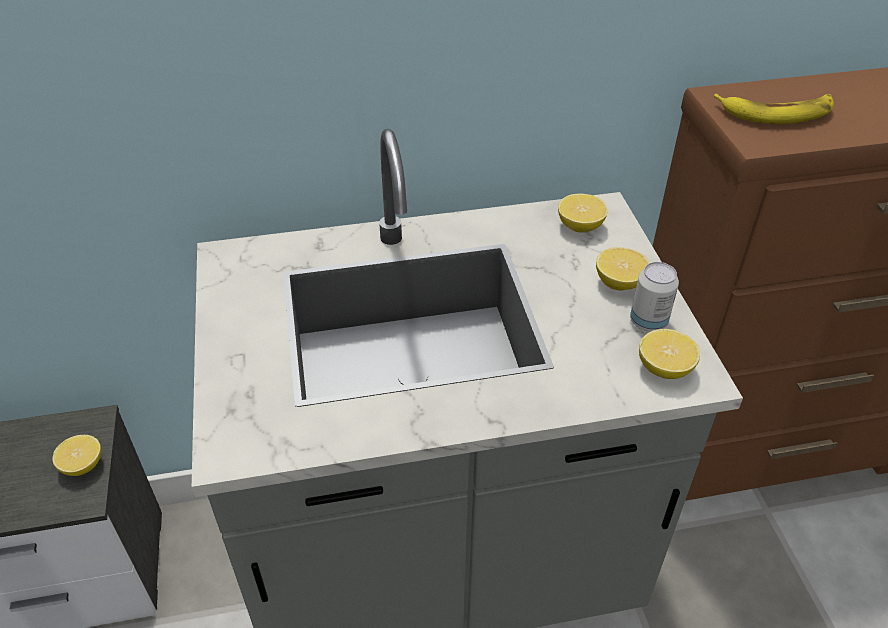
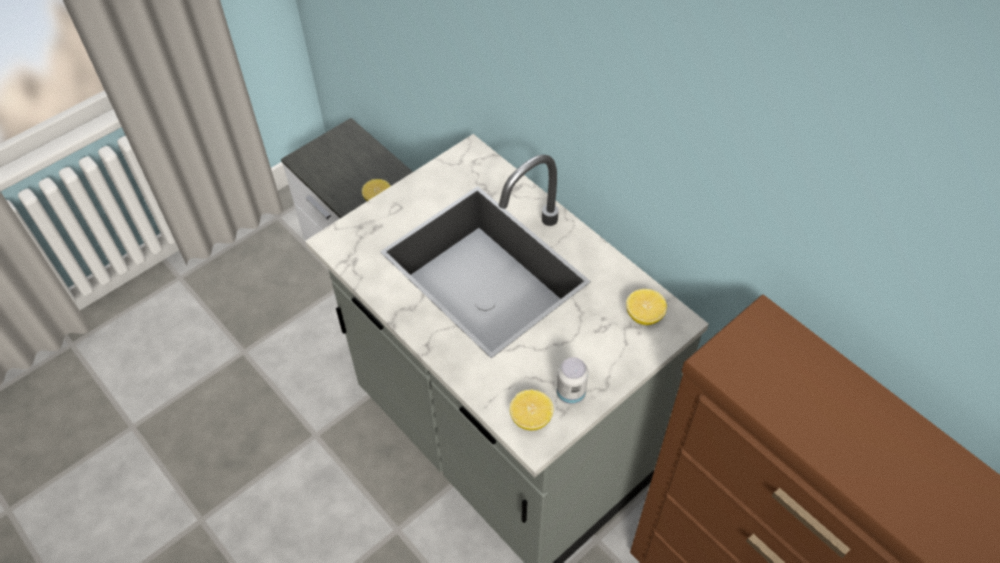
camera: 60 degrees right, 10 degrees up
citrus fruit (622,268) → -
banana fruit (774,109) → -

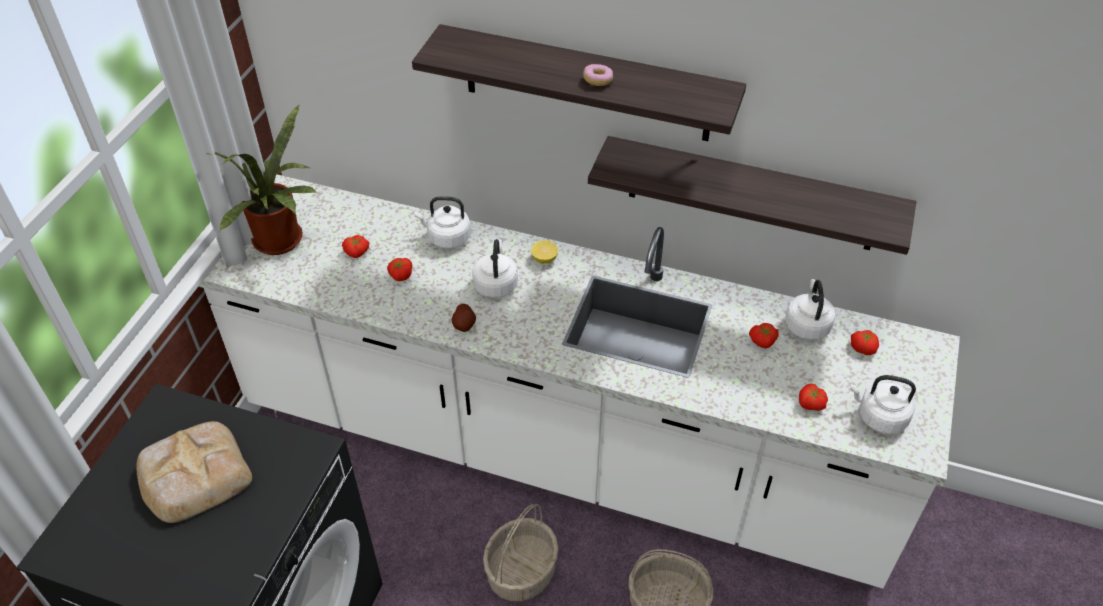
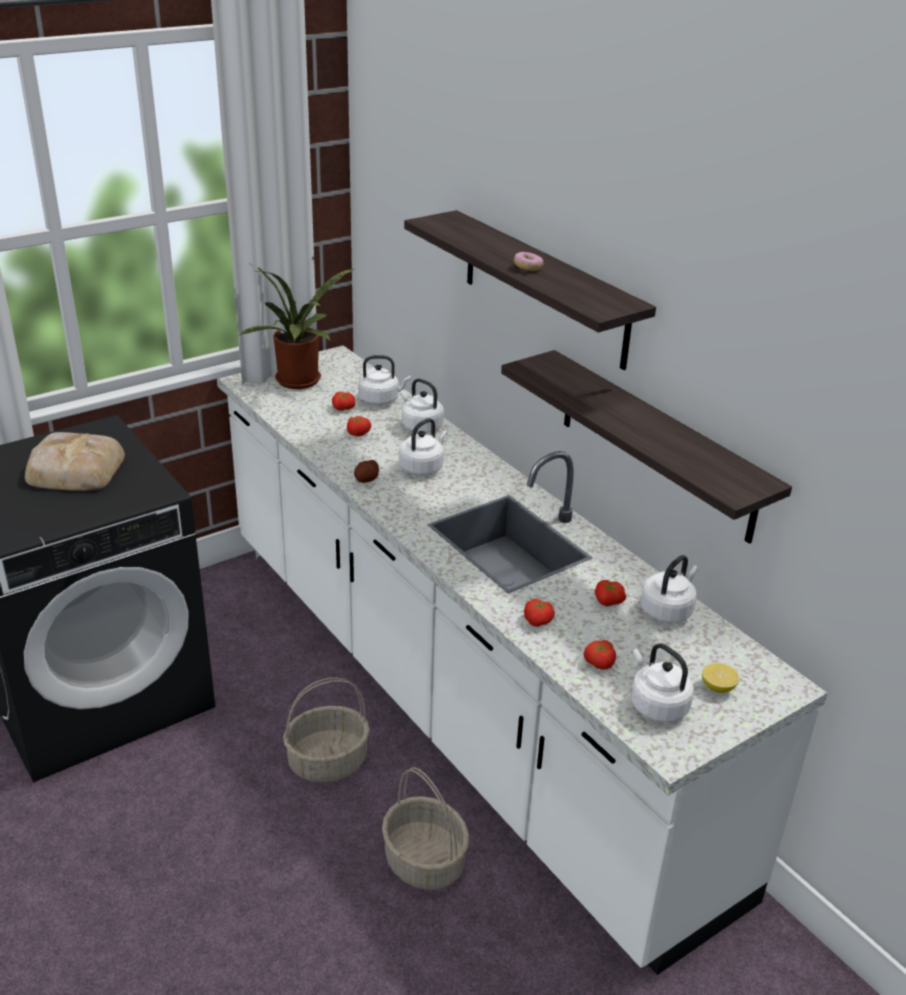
camera: 35 degrees right, 15 degrees down
citrus fruit (544,251) → citrus fruit (720,678), relocated
tomato (865,342) → tomato (539,613), relocated
- → water kettle (whitish) (384,380)

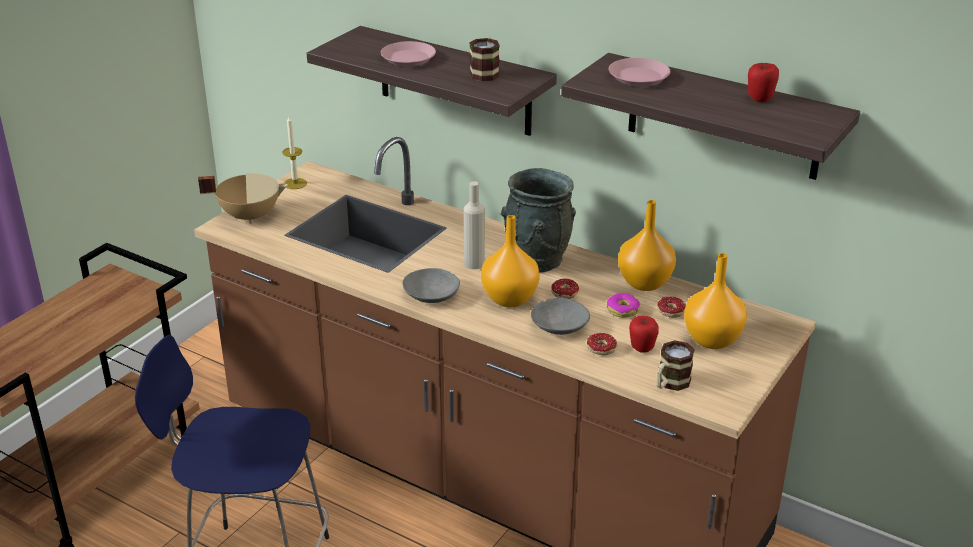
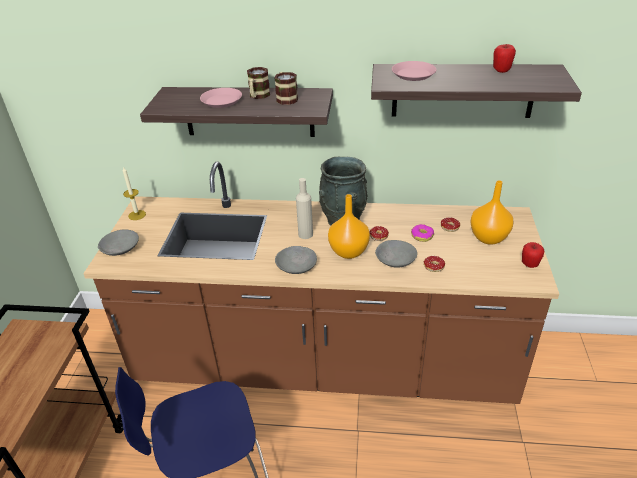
camera: 25 degrees left, 5 degrees up
cooking pot (beige) (243,198) → deep dish (gray) (118,243)
vase (orange-coloured) (647,245) → -
apple fruit (644,334) → apple fruit (533,255), relocated
coffee mug (675,365) → coffee mug (258,83), relocated

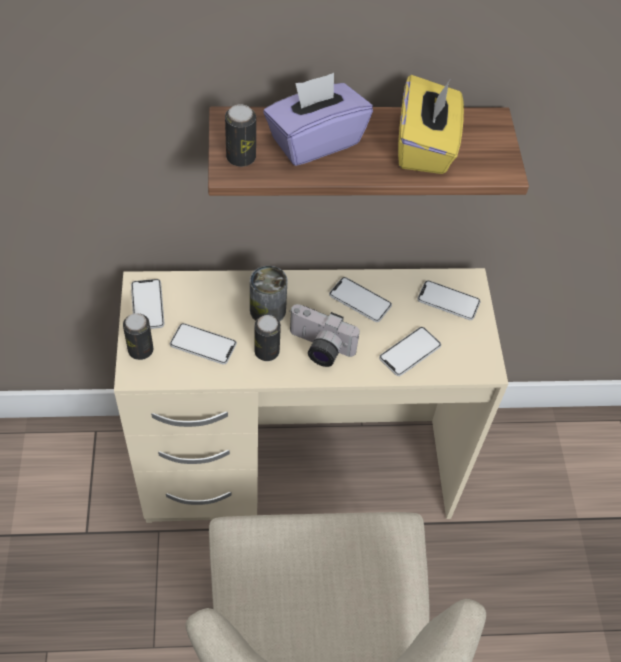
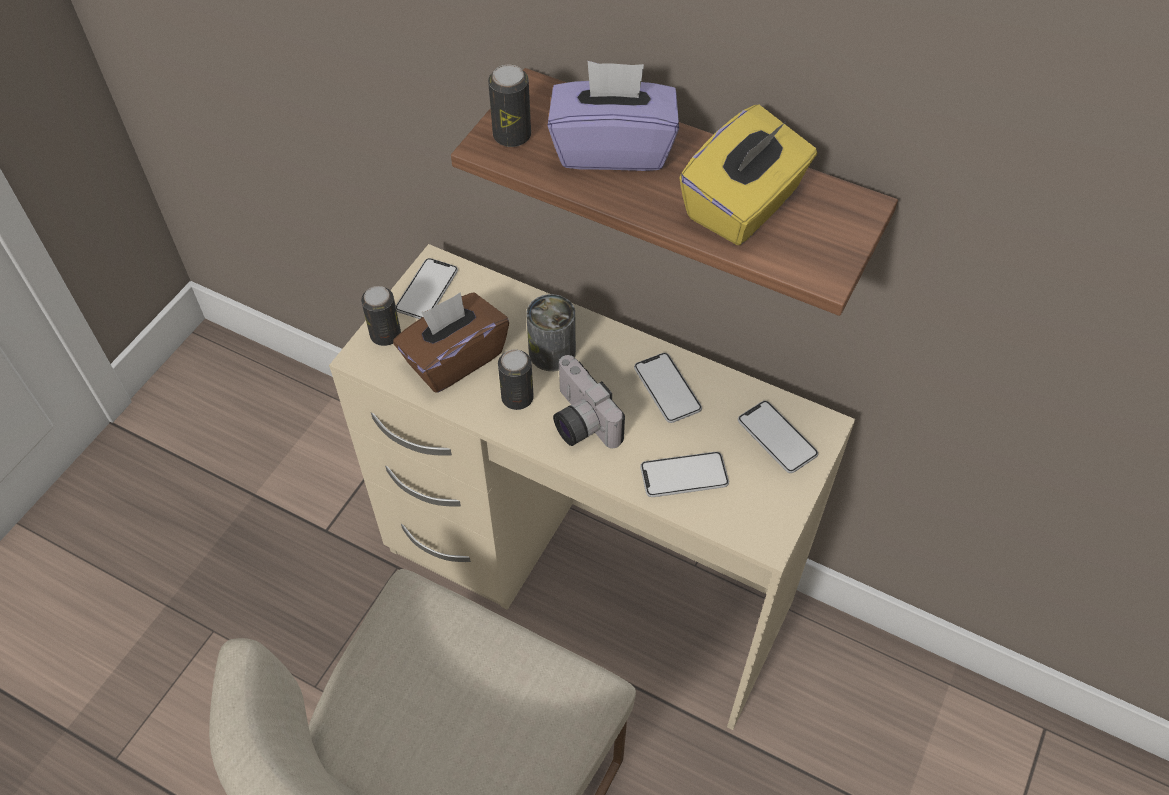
camera: 35 degrees right, 0 degrees up
phone (203,343) → tissue box (brown) (451,342)

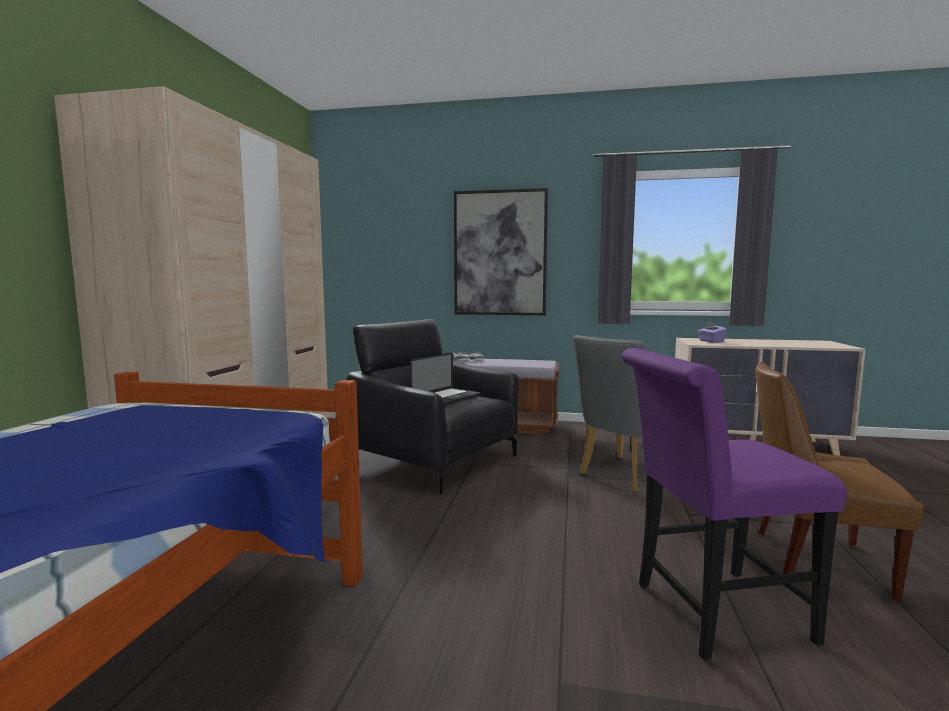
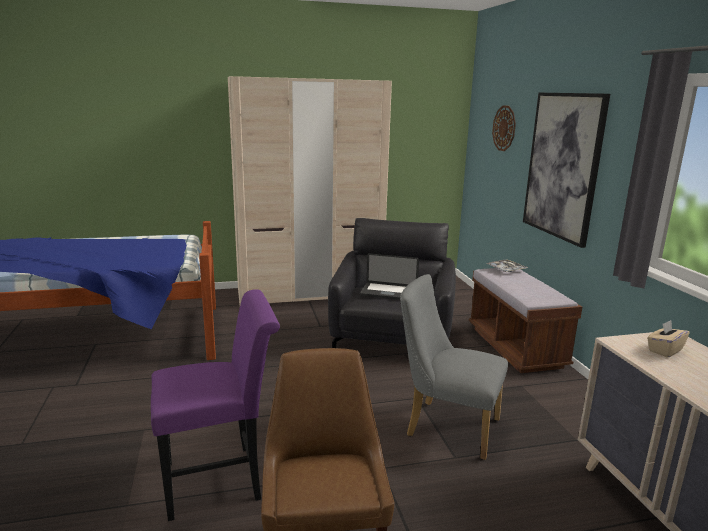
camera: 65 degrees right, 10 degrees up
chair (purple-coloured) (734,504) → chair (purple-coloured) (215,405), 105 degrees clockwise
tissue box (purple-coloured) (712,332) → tissue box (beige) (668,339)
- → clock on the wall (504,128)

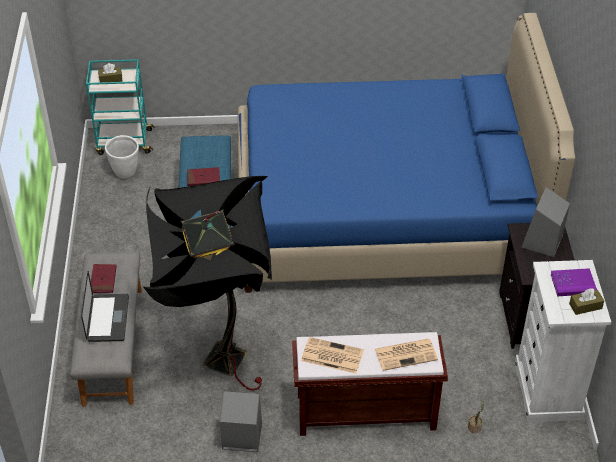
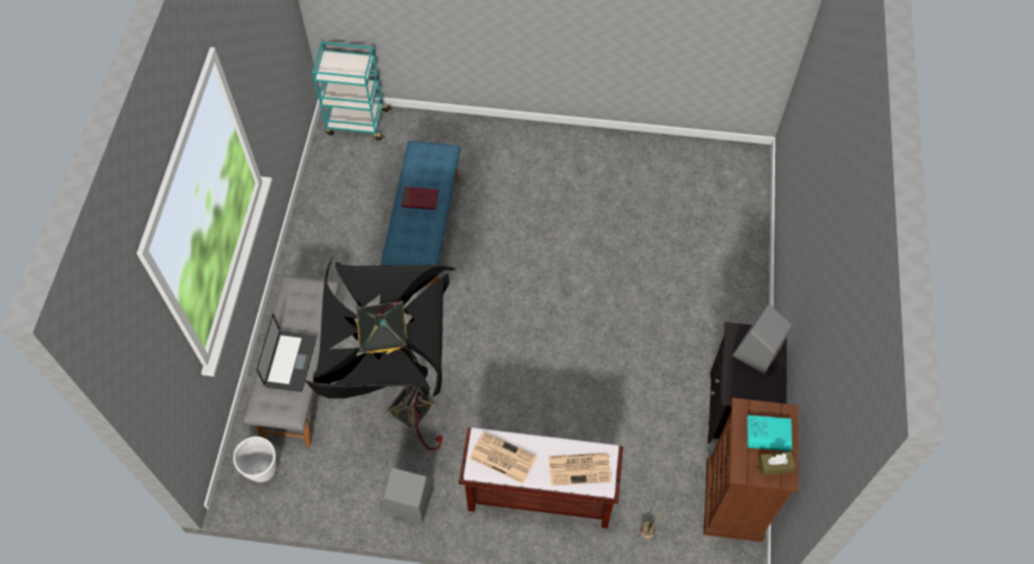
camera: 10 degrees right, 15 degrees up
bound book (red) (104,278) → -
tissue box (brown) (110,72) → -
flower pot (whitish) (122,157) → flower pot (whitish) (255,459), relocated
sleeping bed (bluish) (406,153) → -
chest of drawers (whitish) (562,341) → chest of drawers (brown) (750,470)
bound book (purple-coloured) (574,282) → bound book (turquoise) (769,433)

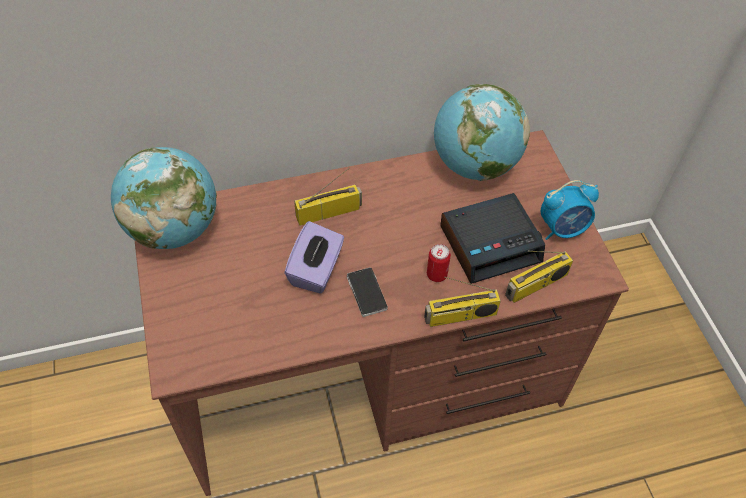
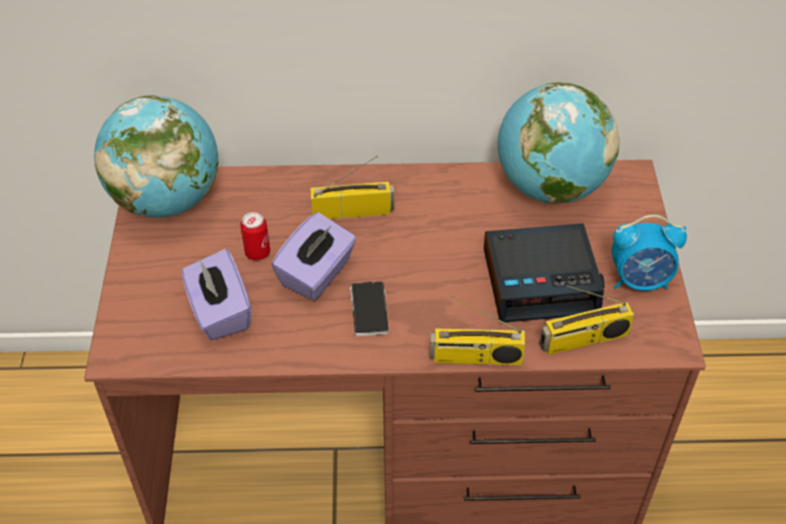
camera: 15 degrees right, 5 degrees down
can (439,263) → can (255,236), relocated
- → tissue box (purple-coloured) (217,294)

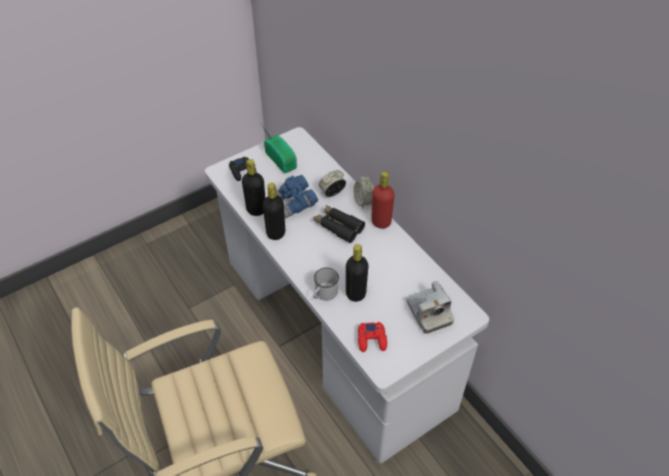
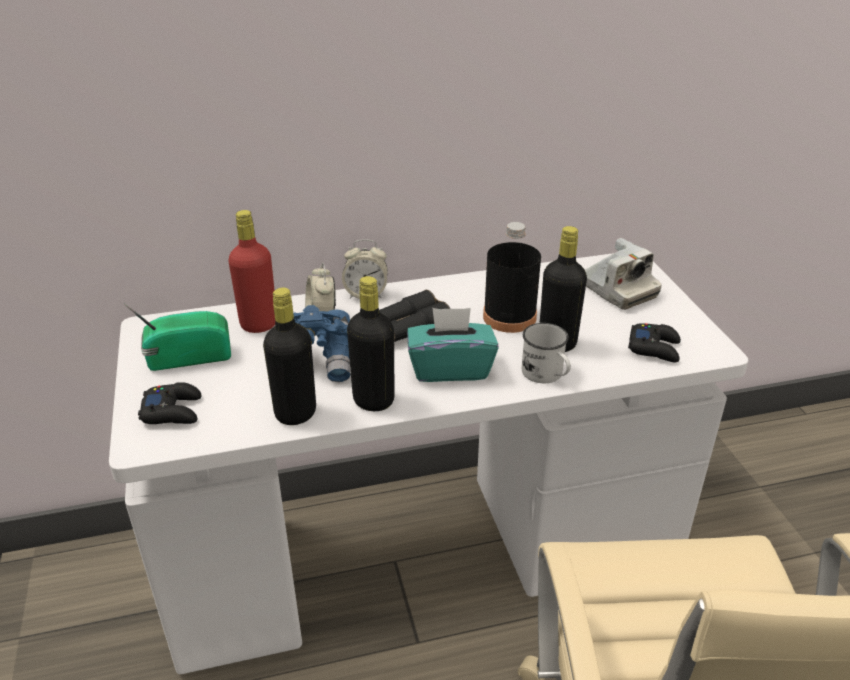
camera: 70 degrees left, 15 degrees down
joypad (red) (372,337) → joypad (black) (654,342)
beverage bottle (red) (383,200) → beverage bottle (red) (251,271), relocated
photo camera (430,307) → photo camera (623,274), 60 degrees clockwise
- → tissue box (turquoise) (453,345)
- → beverage bottle (black) (512,277)

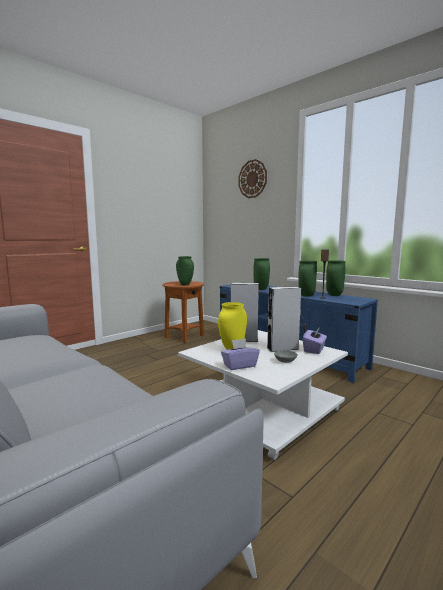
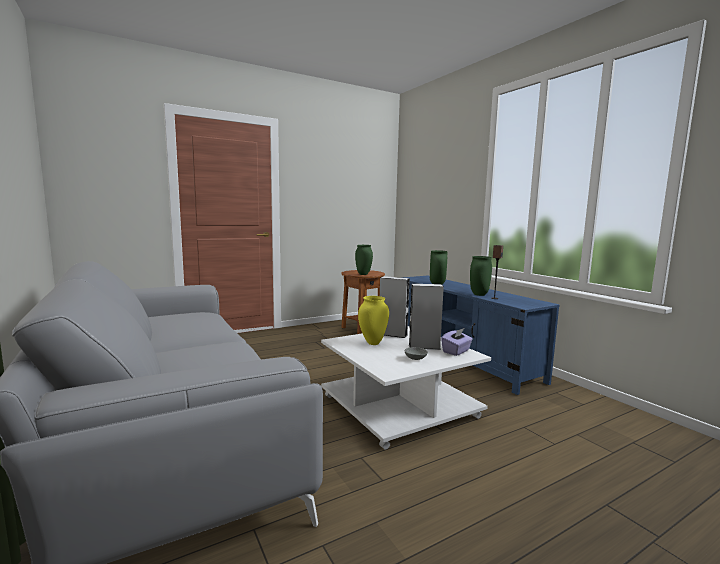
camera: 15 degrees right, 0 degrees up
tissue box (purple-coloured) (240,354) → -
clock on the wall (252,178) → -
vase (green) (336,278) → -

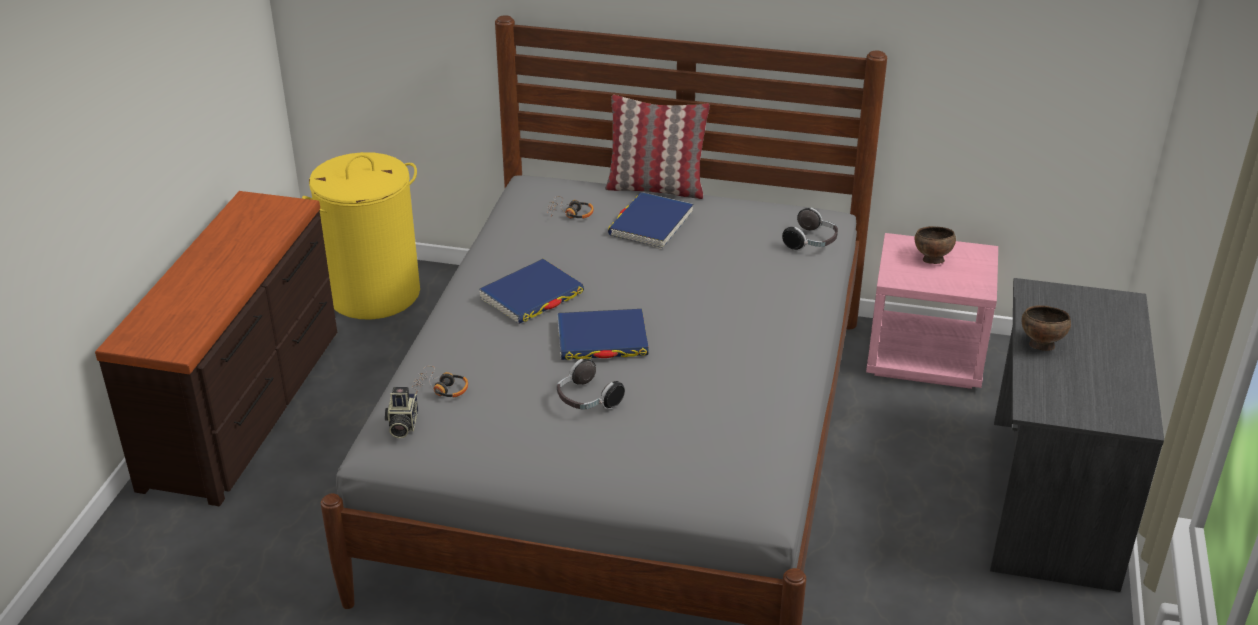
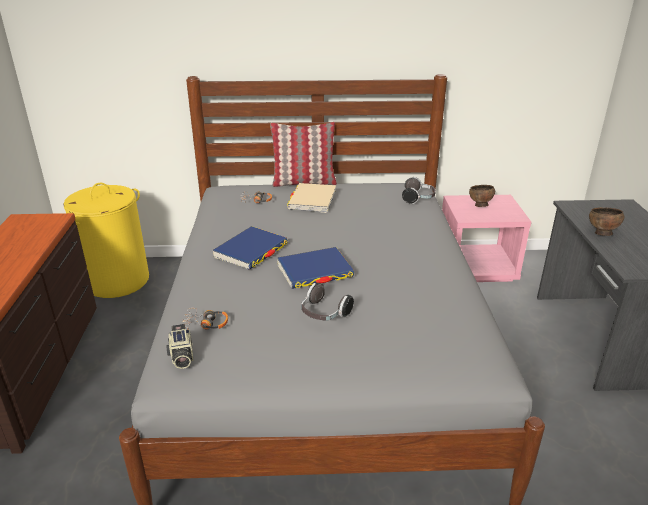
camera: 15 degrees left, 5 degrees down
bound book (bluish) (651,220) → bound book (beige) (311,198)

